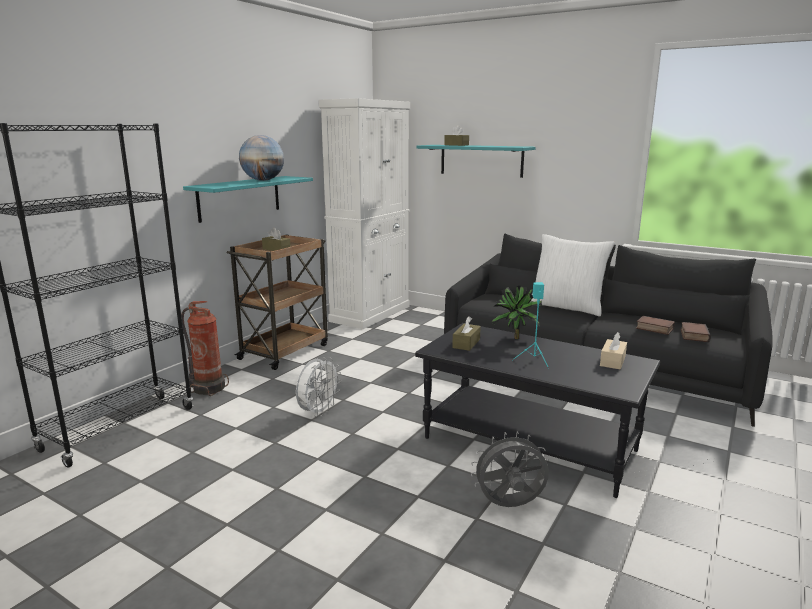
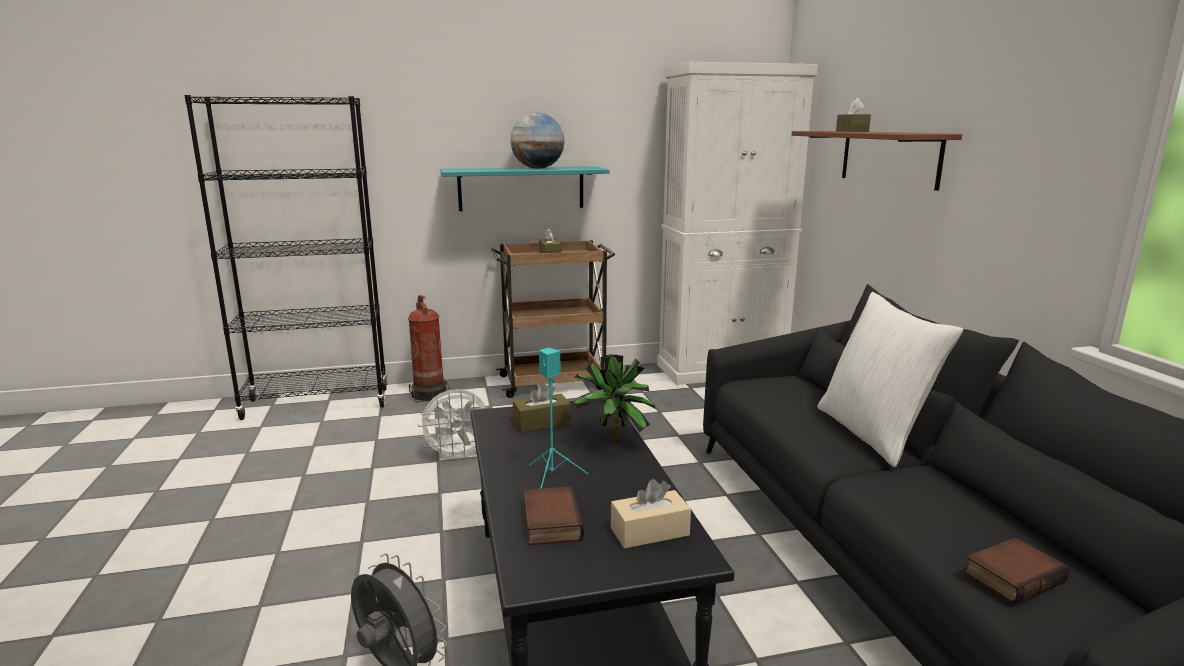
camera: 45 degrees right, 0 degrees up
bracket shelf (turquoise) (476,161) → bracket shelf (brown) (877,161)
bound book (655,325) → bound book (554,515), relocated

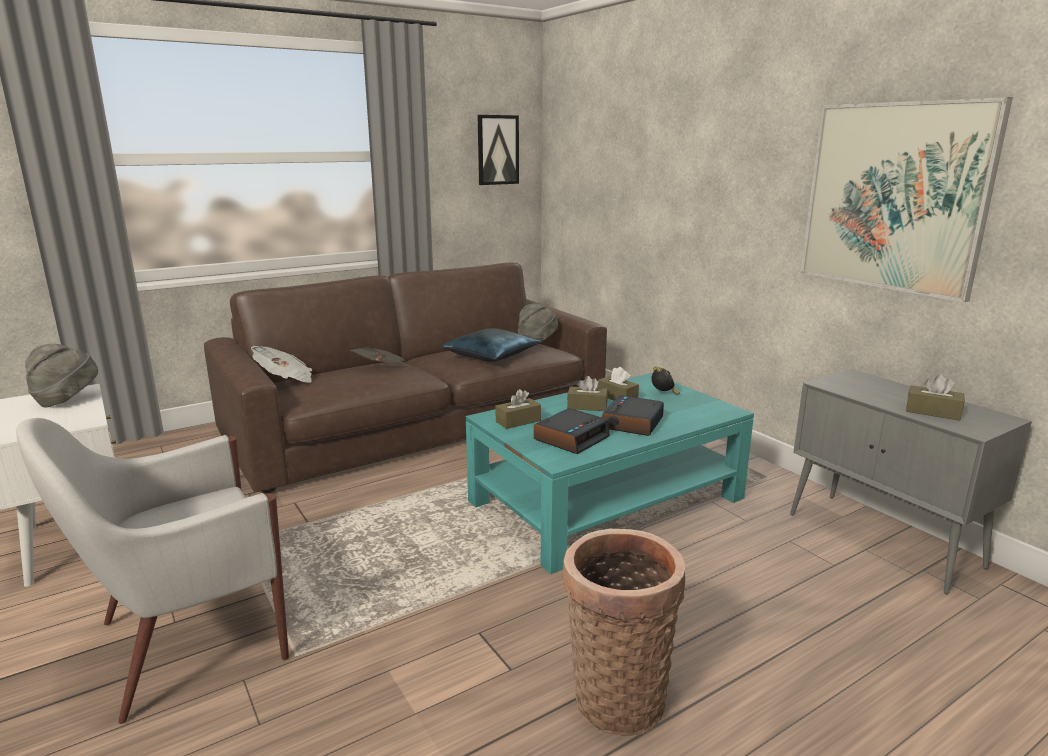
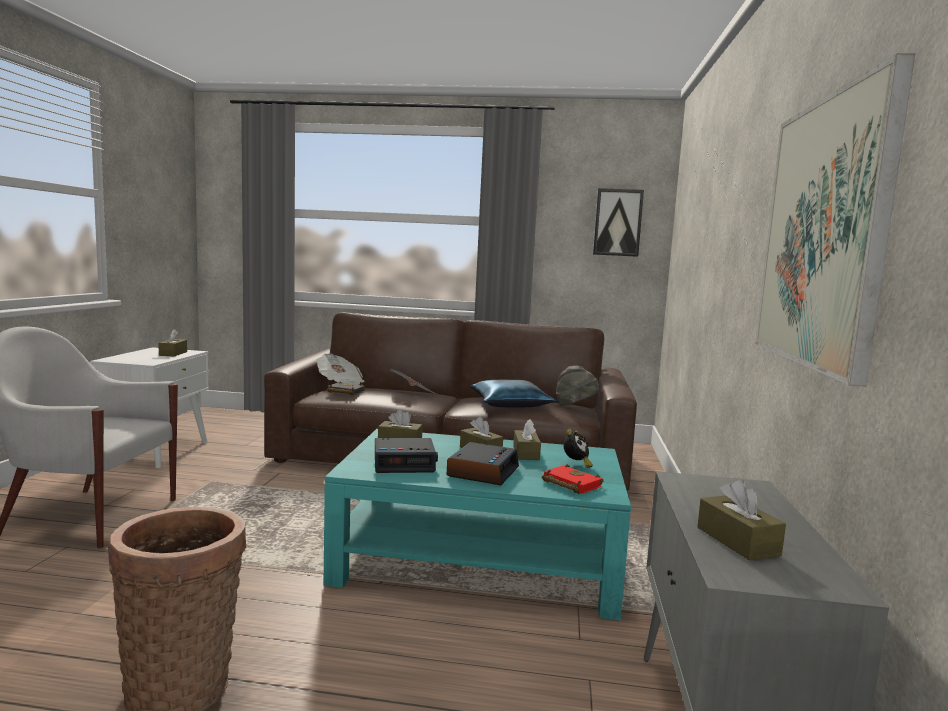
camera: 40 degrees right, 10 degrees down
hat (gray) (61,376) → tissue box (brown) (172,342)
bedside clock (633,415) → bedside clock (483,463), 135 degrees clockwise
- → bound book (black) (346,388)
- → bound book (red) (573,479)

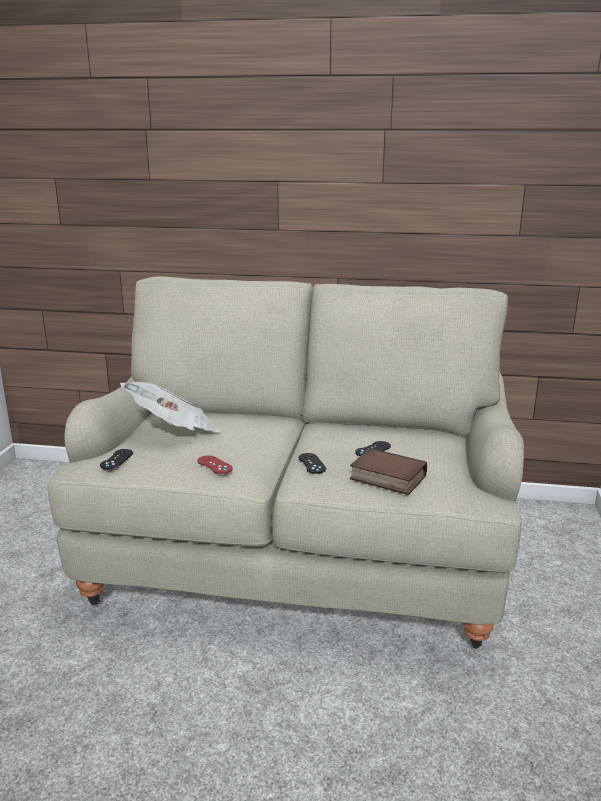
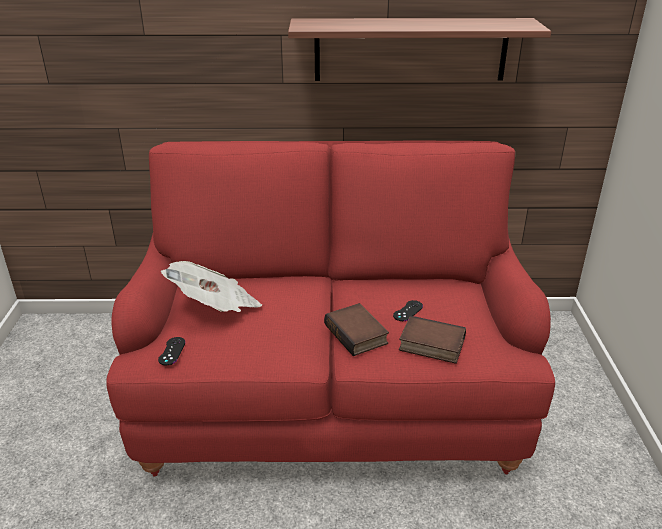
camera: 10 degrees left, 10 degrees up
couch (beige) (285,462) → couch (red) (330,309)
joypad (red) (215,464) → -
joypad (black) (312,463) → bound book (356,329)
- → bracket shelf (419,49)

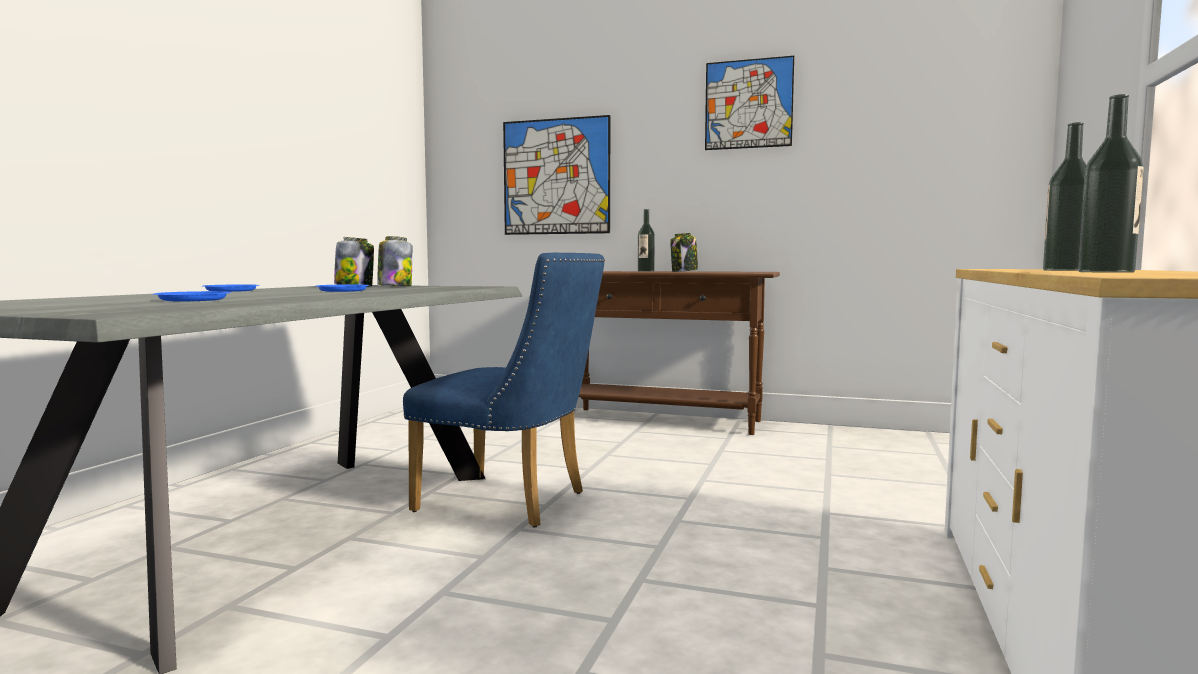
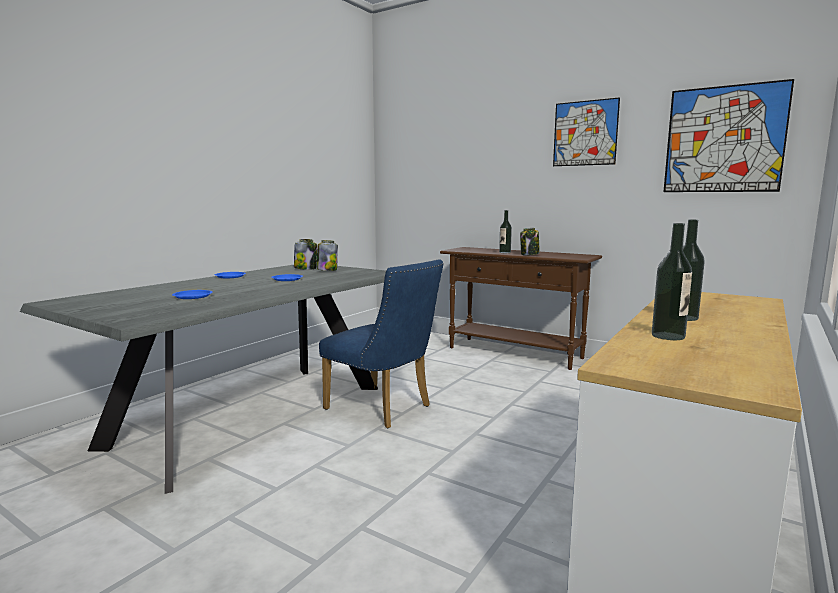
camera: 15 degrees right, 5 degrees up
wall picture (556,175) → wall picture (728,135), relocated

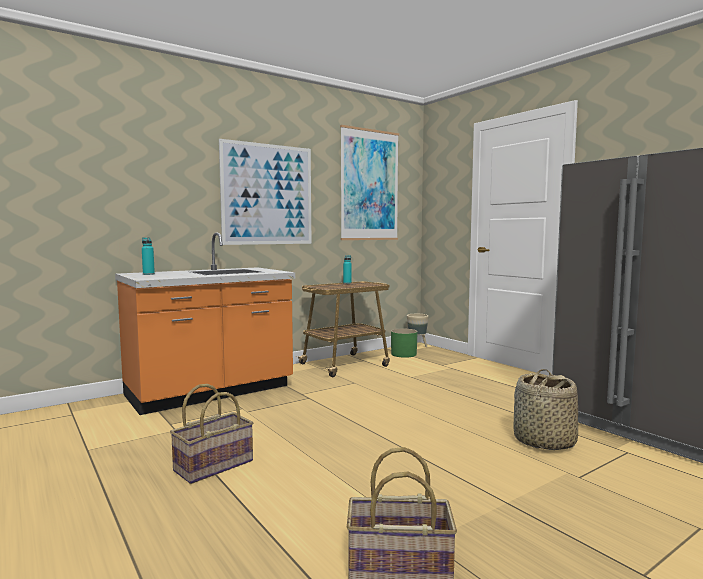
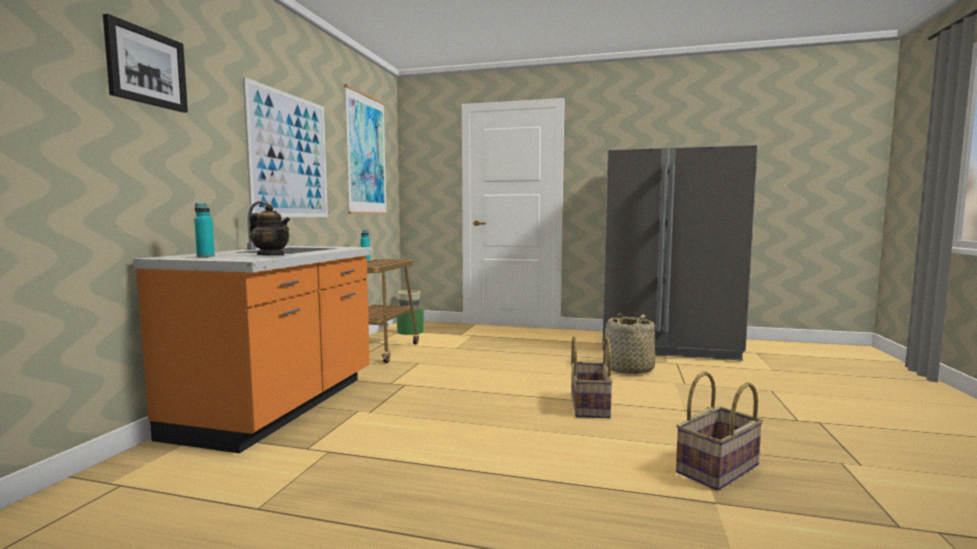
camera: 40 degrees left, 0 degrees up
household basket (211,434) → household basket (592,377), relocated
- → wall picture (145,63)
- → pot for tea (269,230)

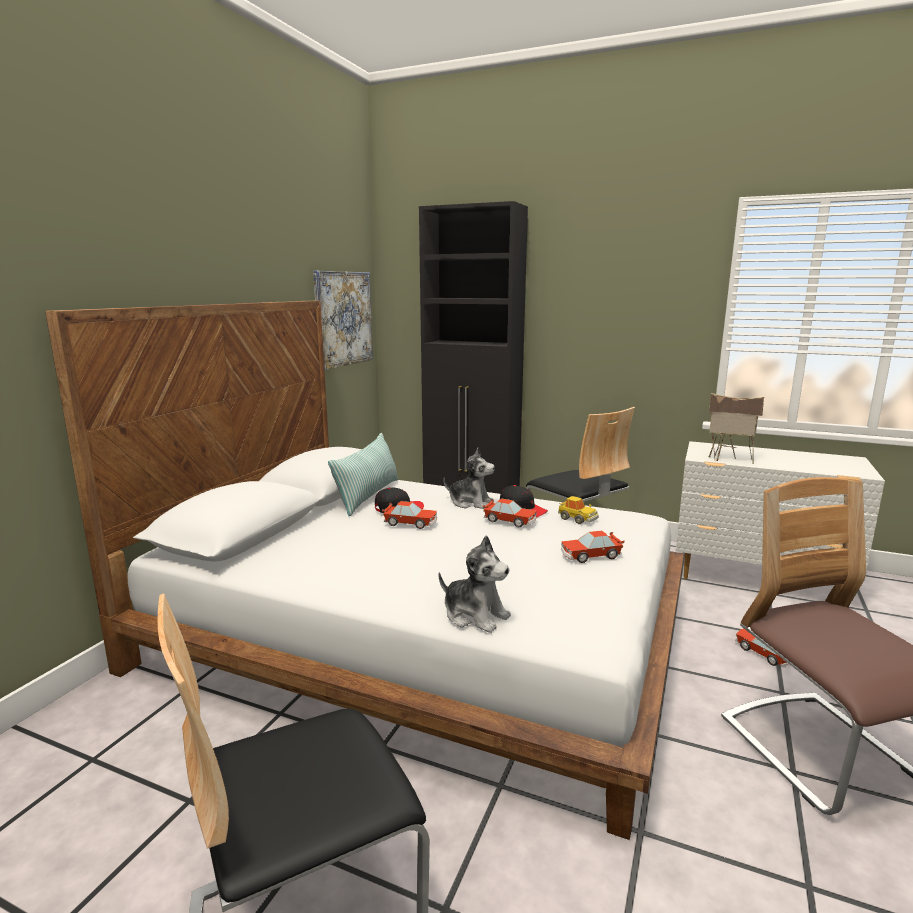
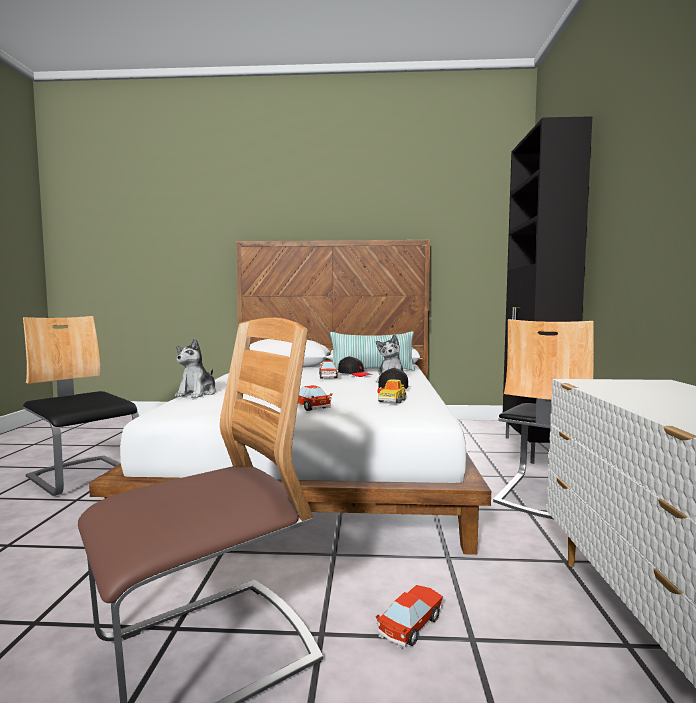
camera: 70 degrees right, 10 degrees down
wall picture (343,320) → -
toy car (509,513) → -
model house (736,428) → -

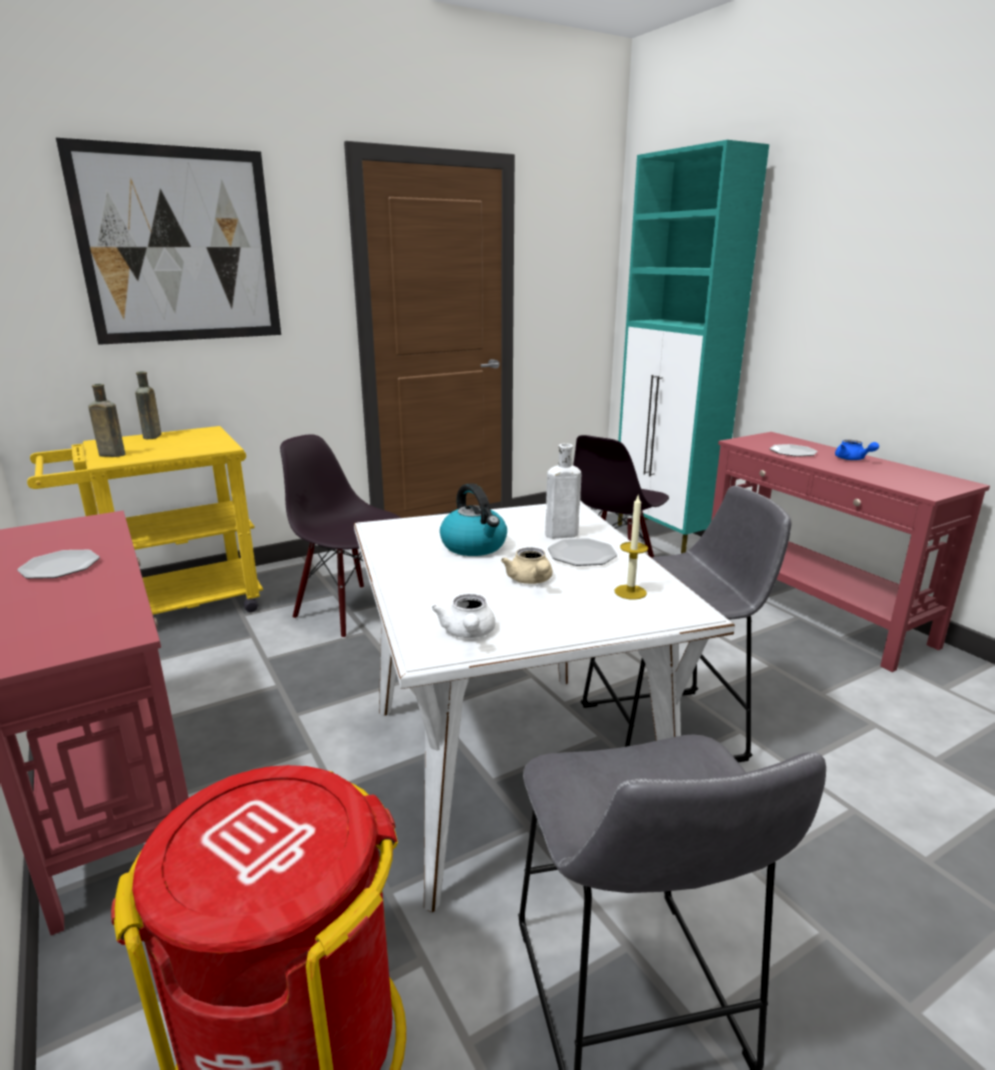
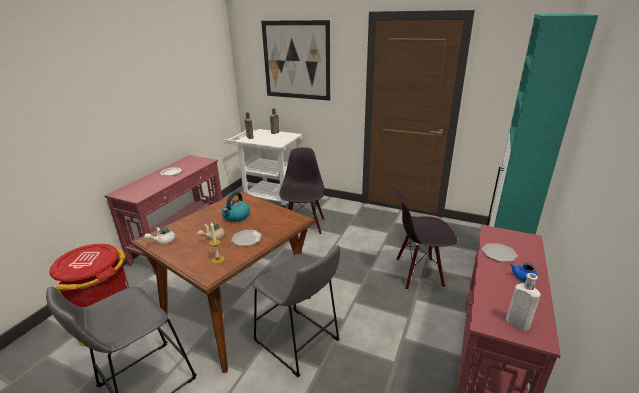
camera: 55 degrees right, 5 degrees up
wheeled cart (yellowish) (145,520) → wheeled cart (whitish) (262,168)
kitchen table (whitish) (544,706) → kitchen table (brown) (223,282)
beverage bottle (whitish) (563,491) → beverage bottle (whitish) (523,302), relocated

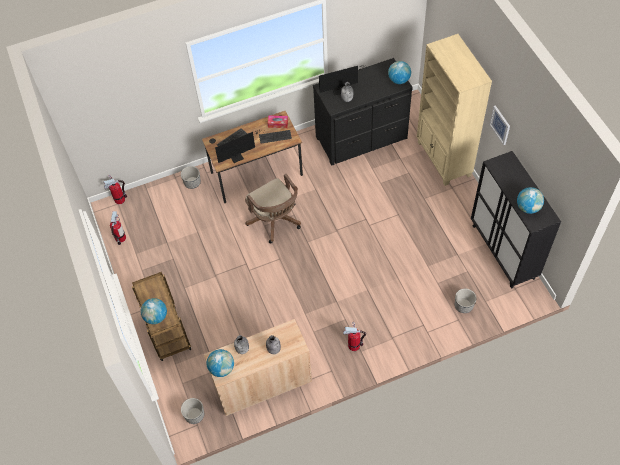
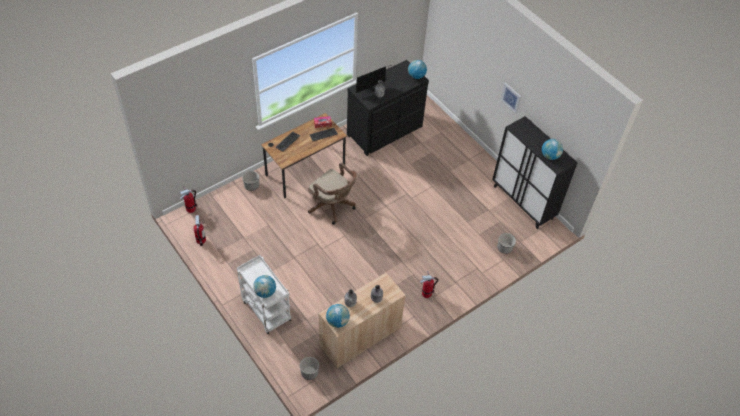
camera: 20 degrees left, 5 degrees down
wheeled cart (brown) (161,316) → wheeled cart (whitish) (264,294)
computer display (237,146) → -
shelving unit (beige) (454,110) → -

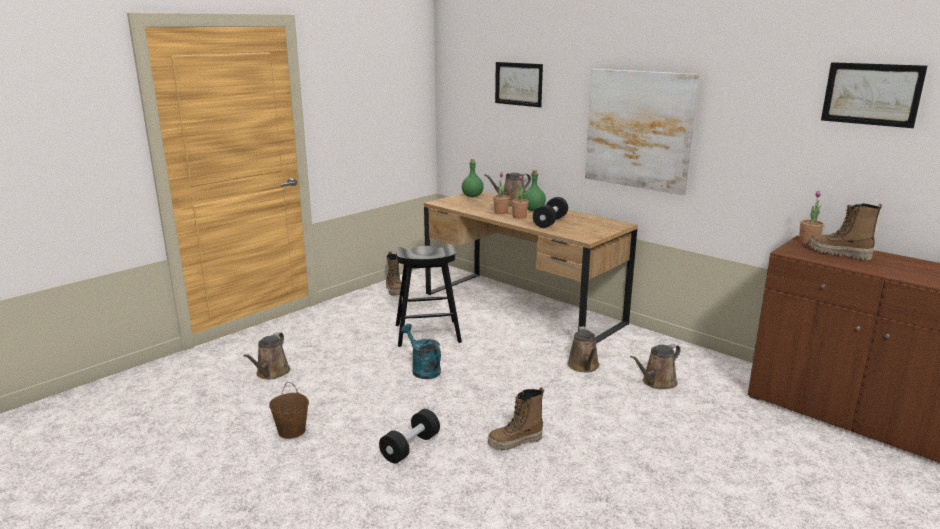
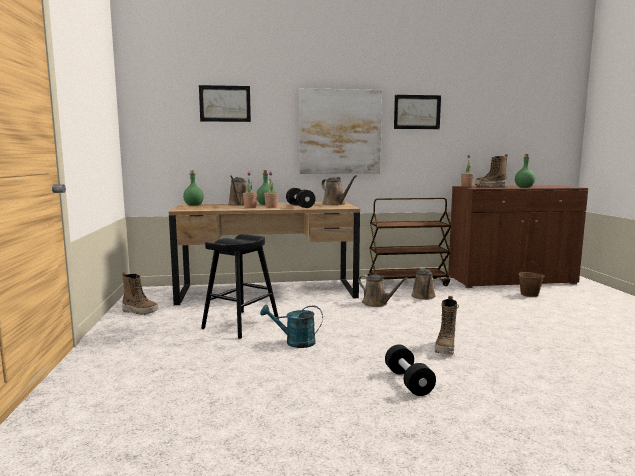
camera: 50 degrees left, 10 degrees down
watering pot (brown) (266,355) → watering pot (brown) (339,190), relocated
bucket (brown) (289,410) → bucket (brown) (531,279), relocated
wall picture (874,95) → wall picture (417,112), relocated
- → wheeled cart (brown) (409,242)
- → beverage bottle (green) (525,171)

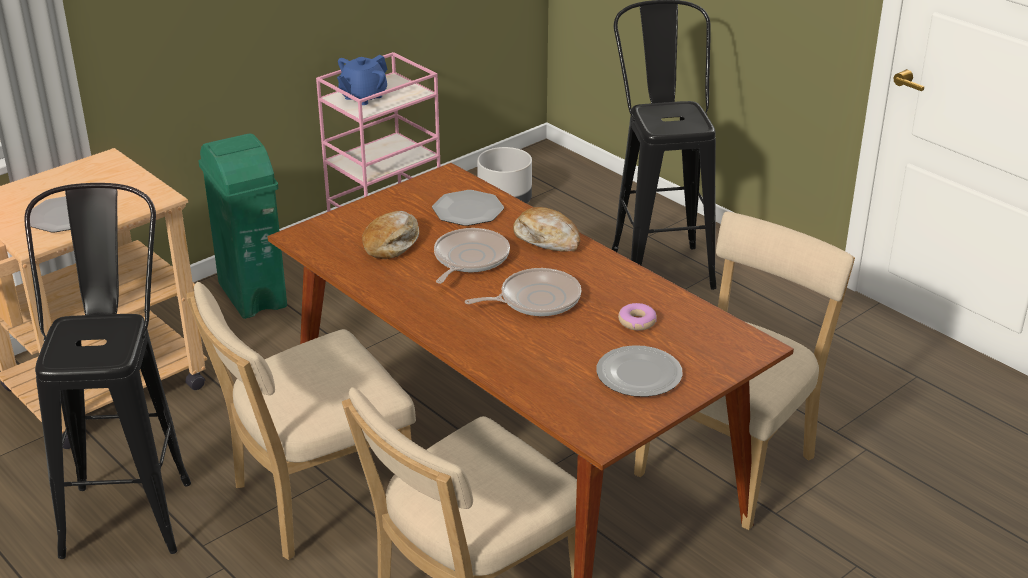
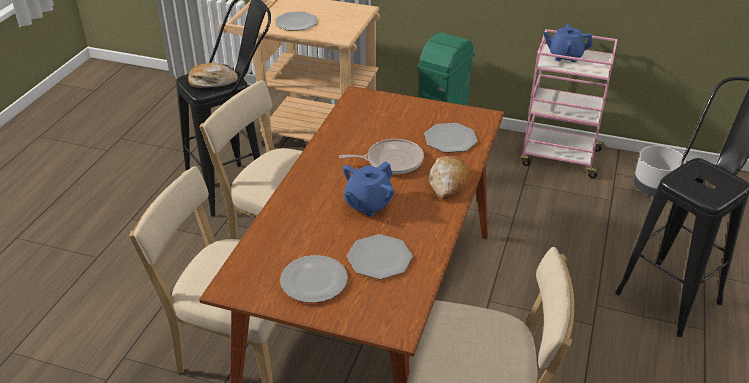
camera: 60 degrees right, 5 degrees up
bakery bread (390,235) → bakery bread (213,75), relocated
frying pan (523,292) → pot for tea (bluish) (369,189)
ring doughnut (637,316) → flat dish (380,256)

